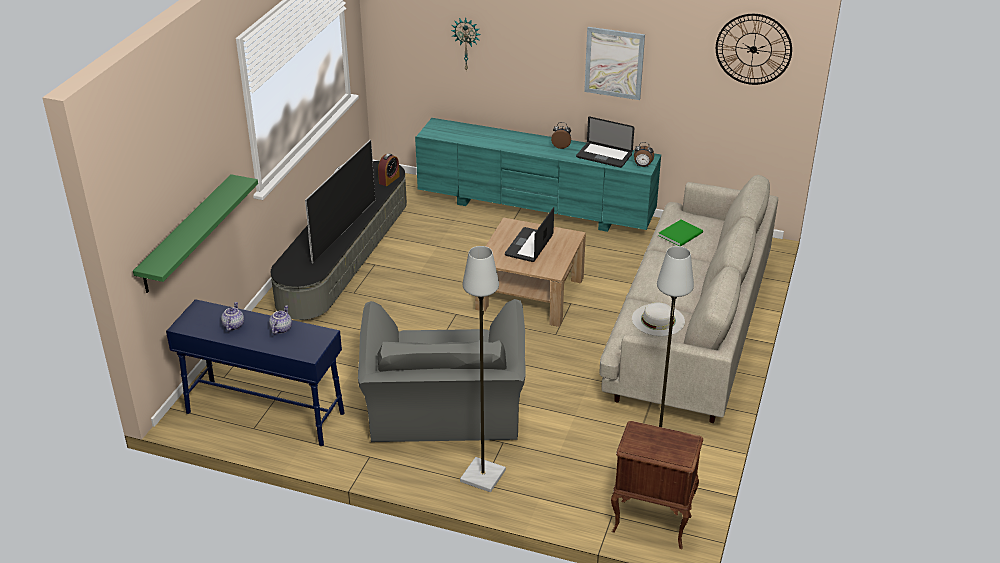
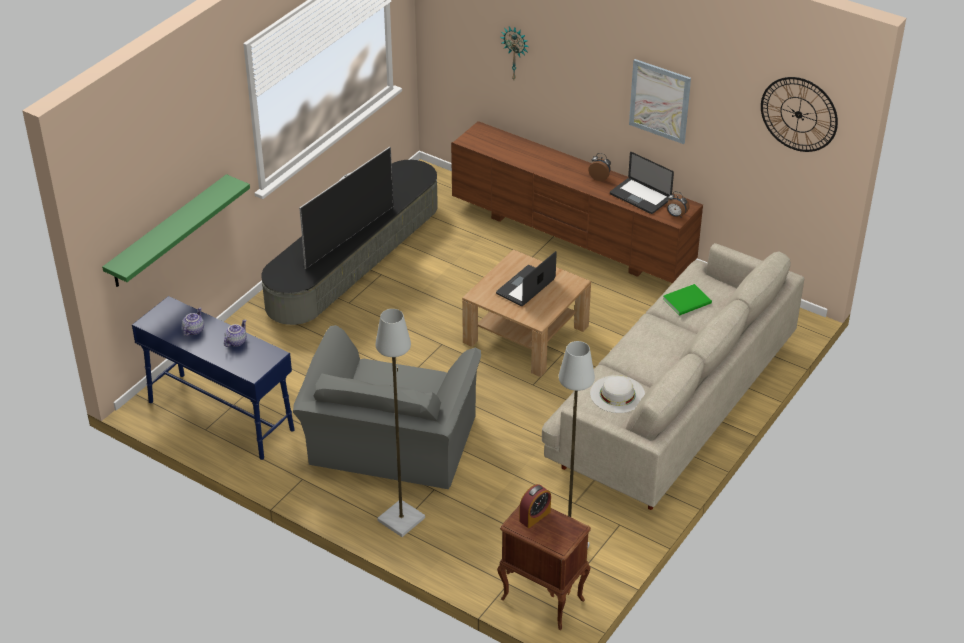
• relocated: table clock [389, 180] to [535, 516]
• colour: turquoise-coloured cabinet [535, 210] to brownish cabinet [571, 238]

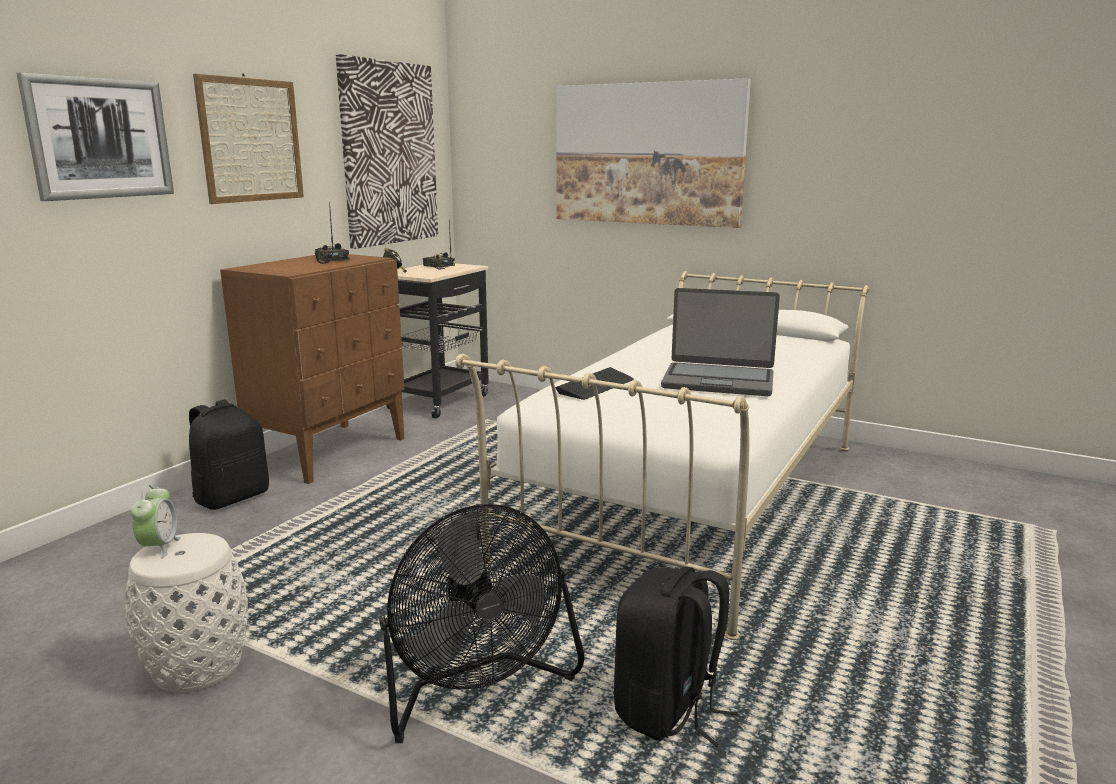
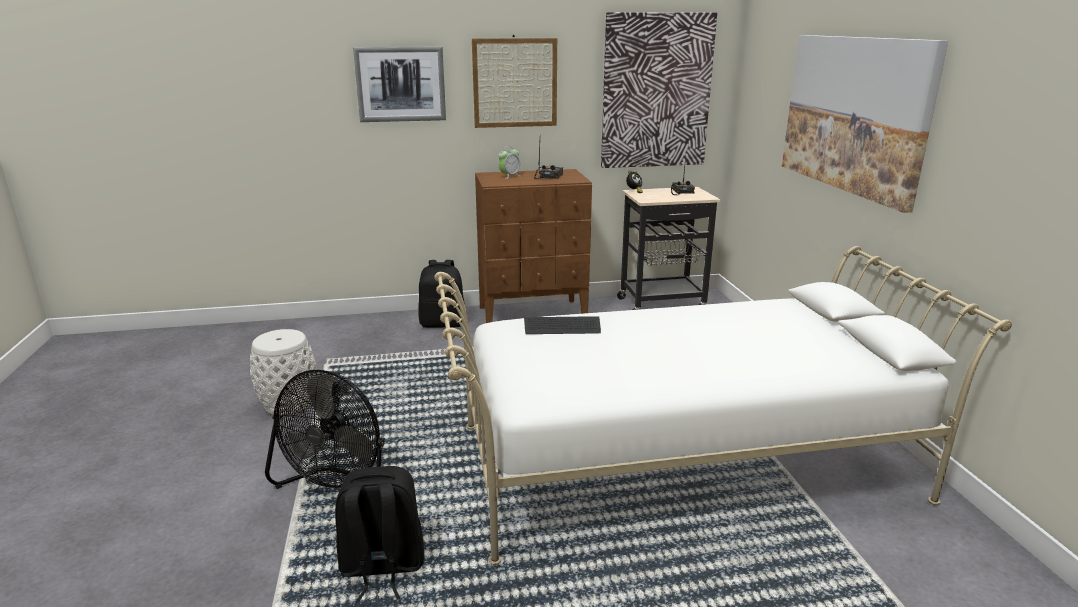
• relocated: table clock [159, 547] to [509, 176]
• missing: portable computer [718, 381]

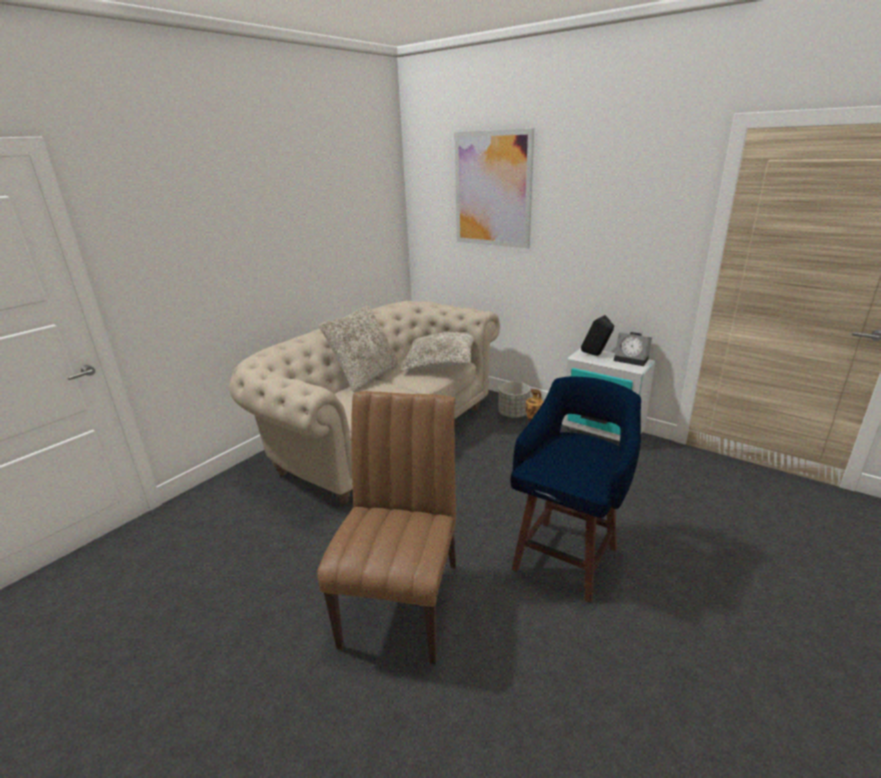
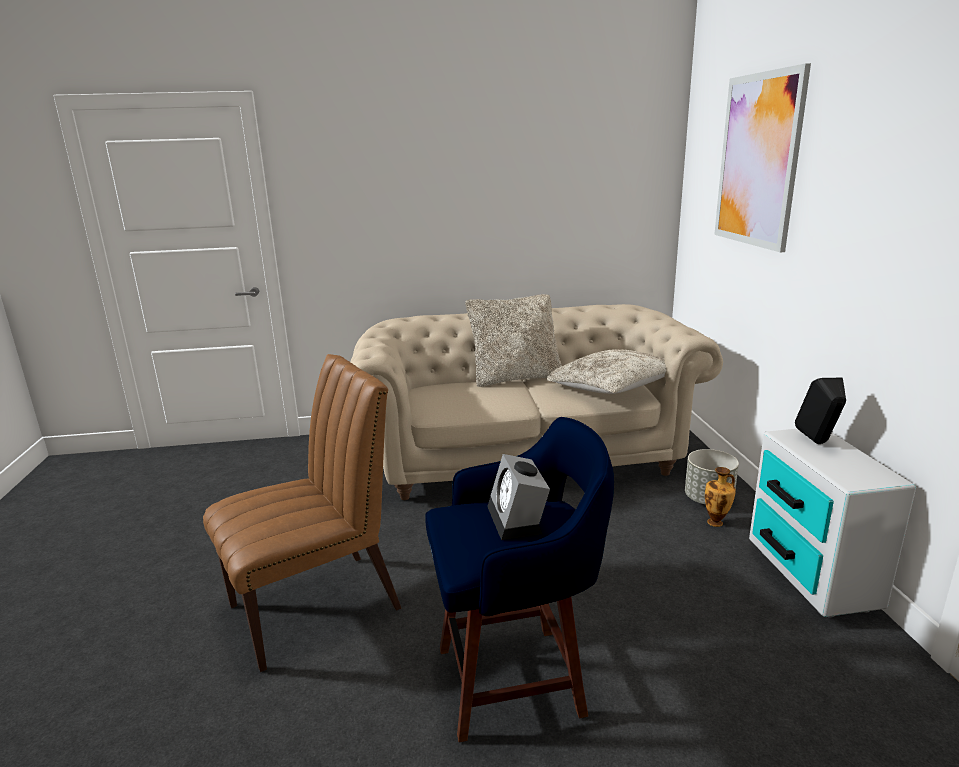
• relocated: table clock [632, 359] to [518, 520]

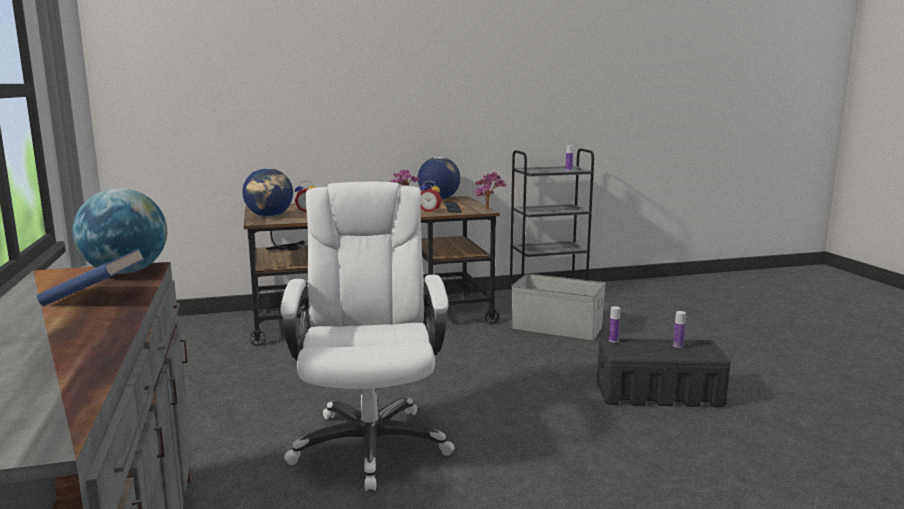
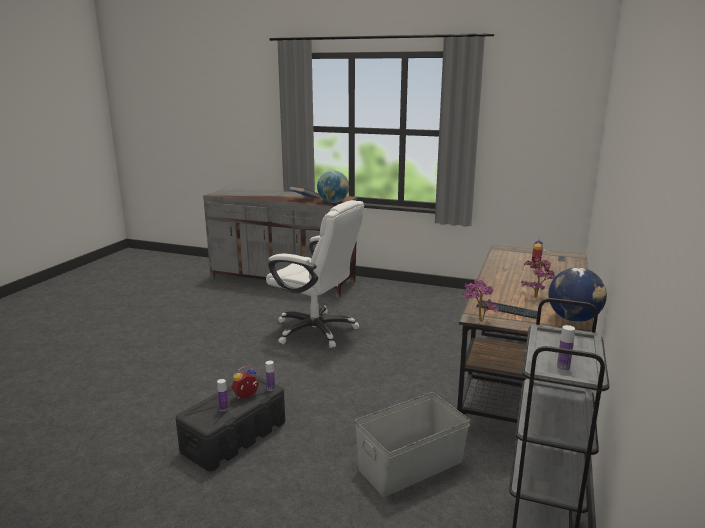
• missing: world globe [269, 216]
• relocated: table clock [430, 211] to [246, 397]

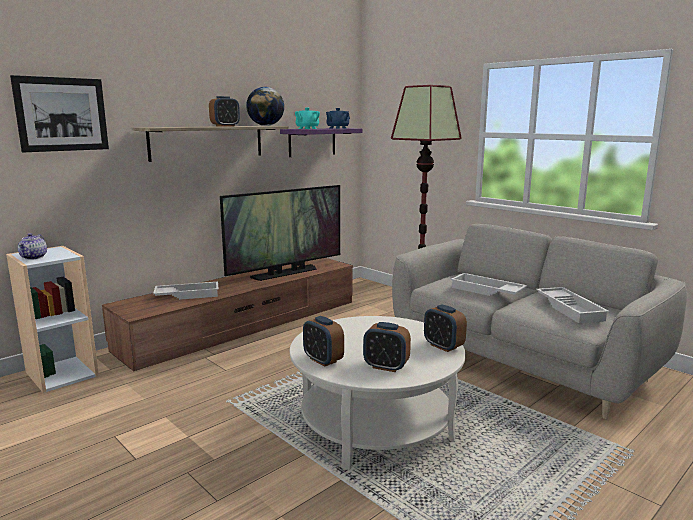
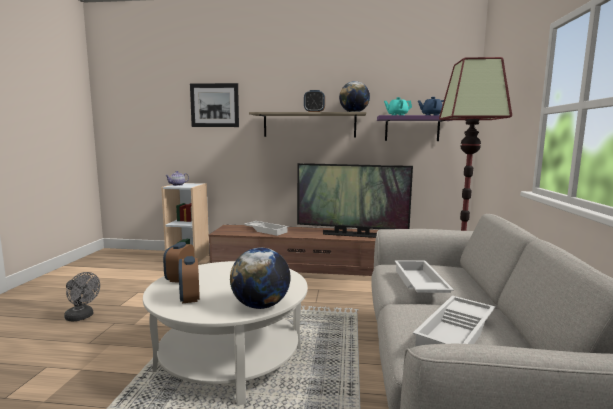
• exchanged: table clock [443, 346] to world globe [260, 306]
• appeared: grey cooling fan [82, 317]

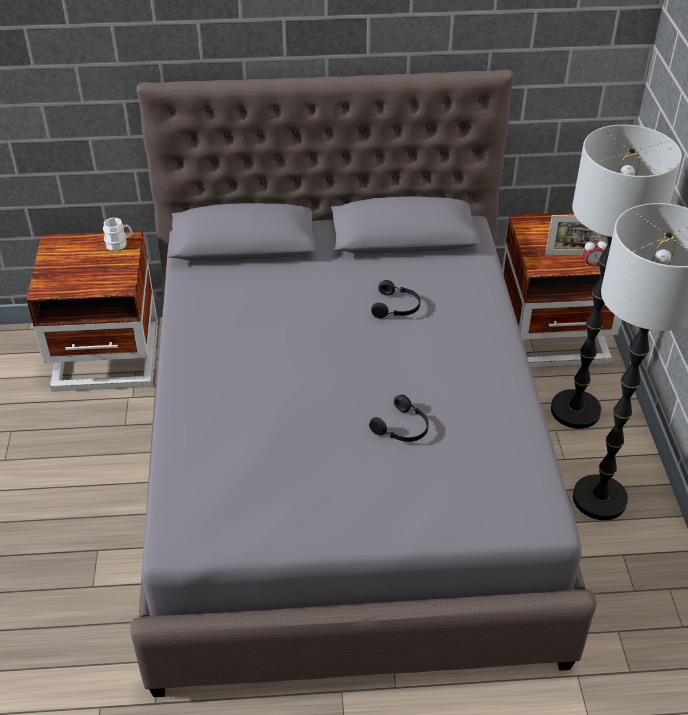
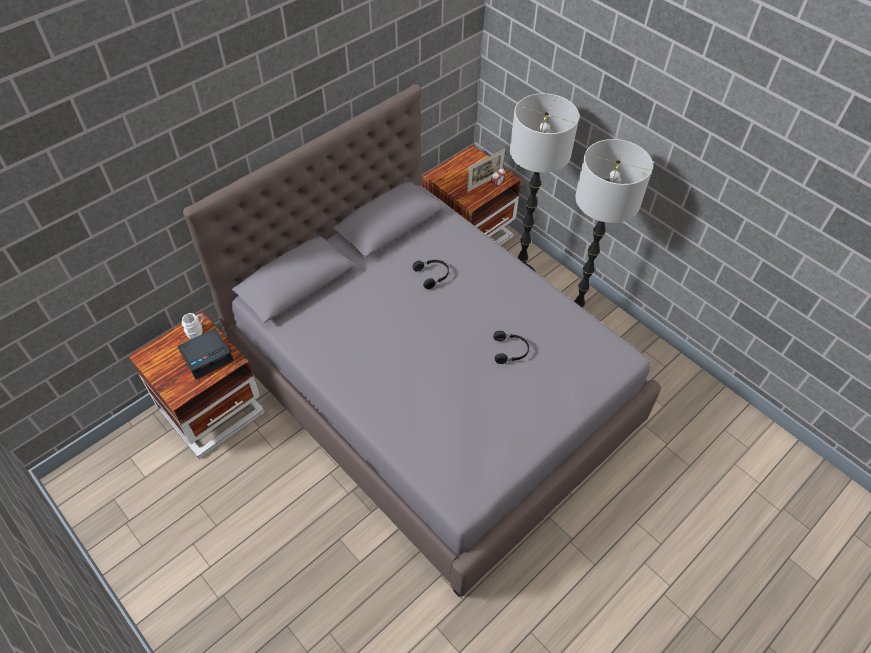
• appeared: table clock [207, 356]

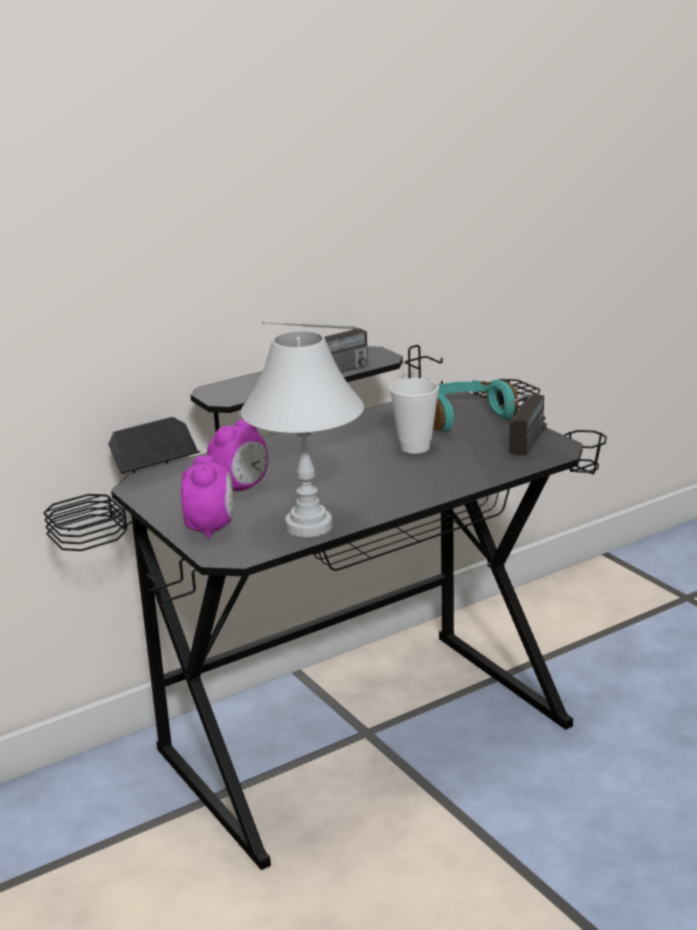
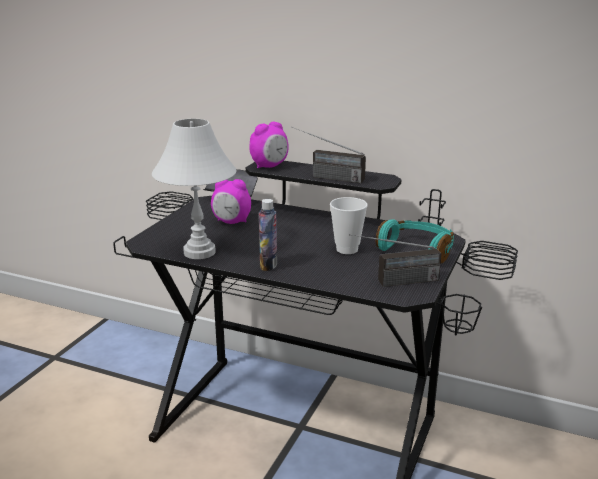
• relocated: table clock [210, 528] to [269, 166]
• appeared: drink bottle [268, 265]

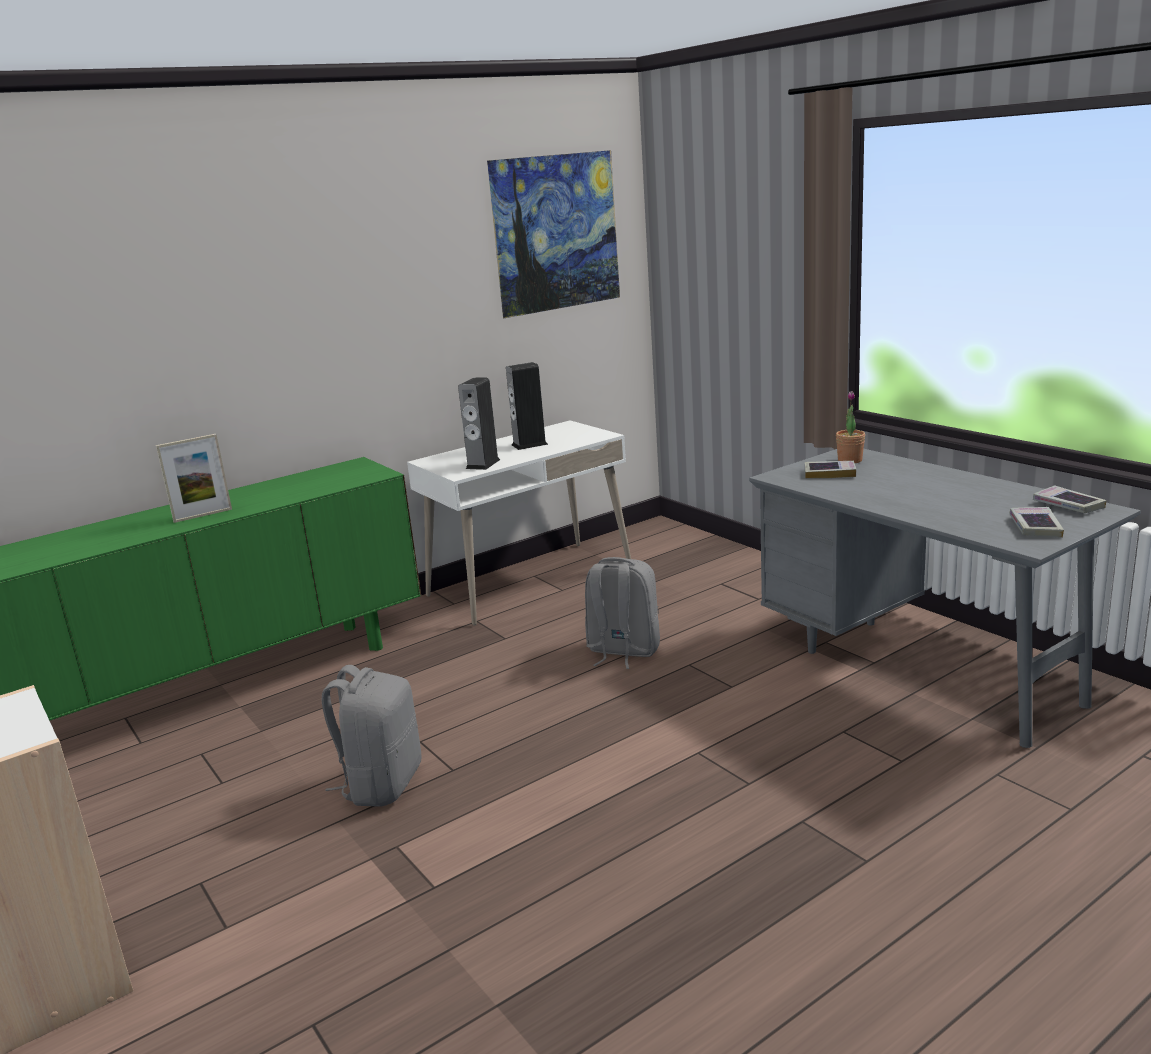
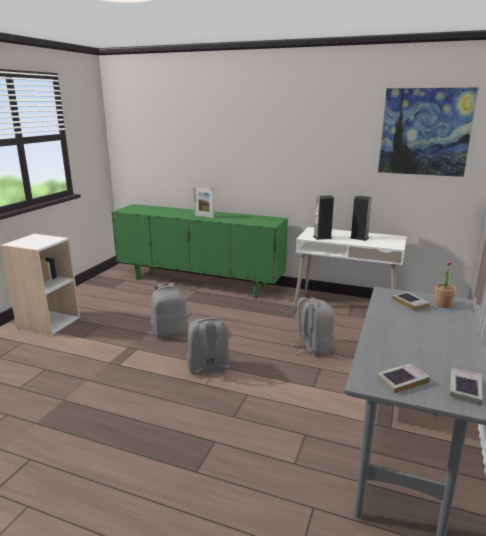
• appeared: grey rucksack [208, 370]

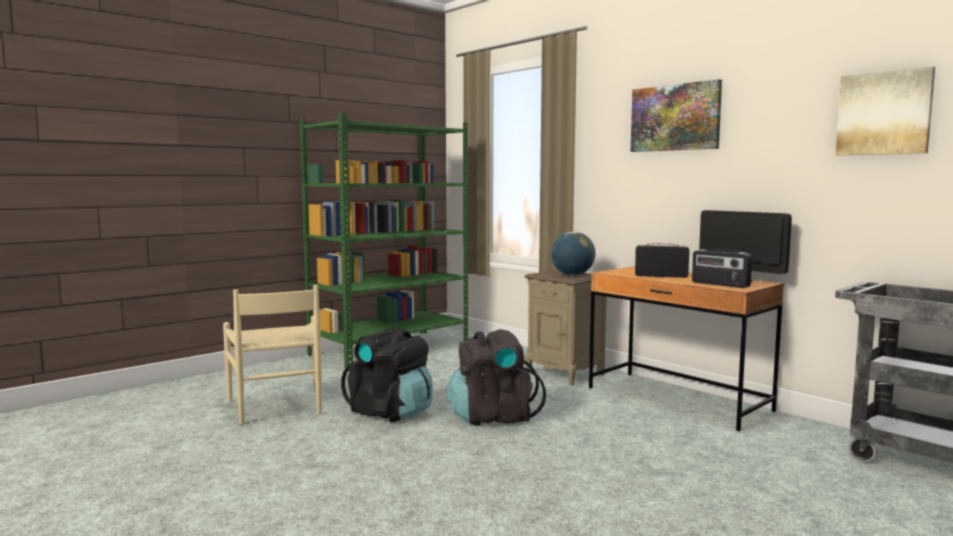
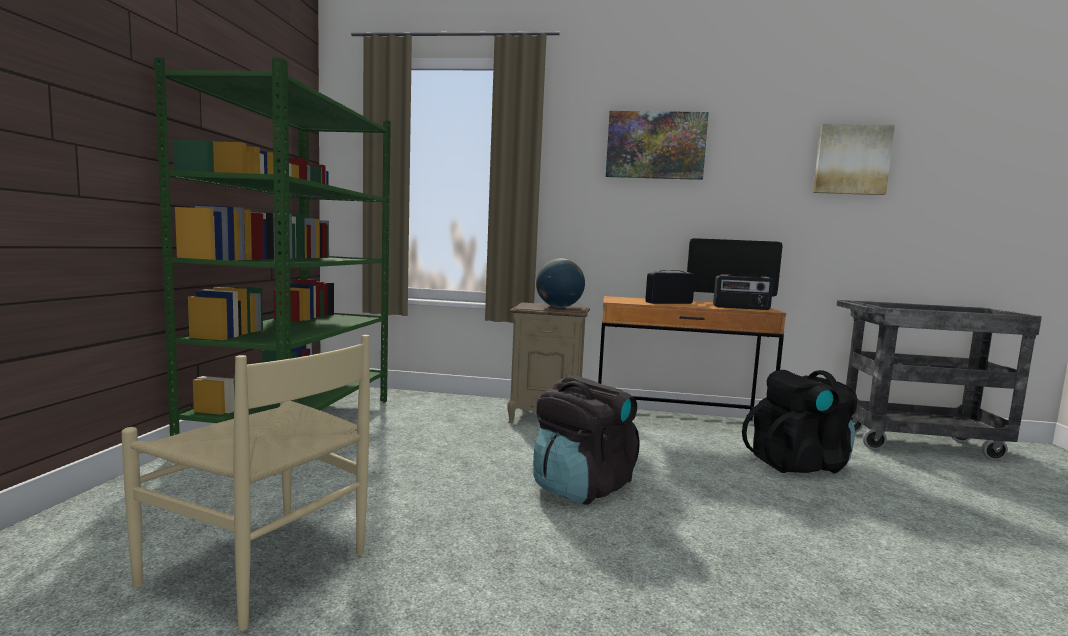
• relocated: black-coloured rucksack [391, 412] to [799, 463]

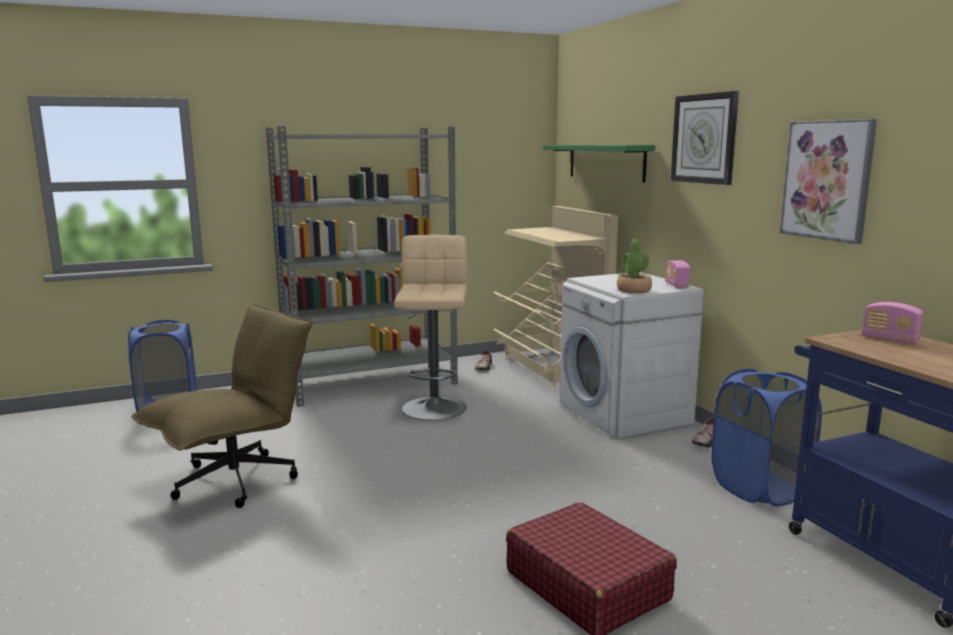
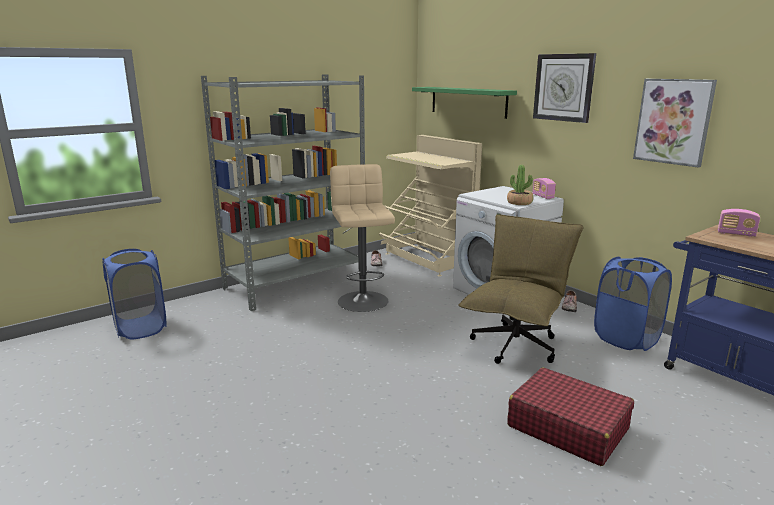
• relocated: beige-coloured desk chair [233, 481] to [514, 346]

